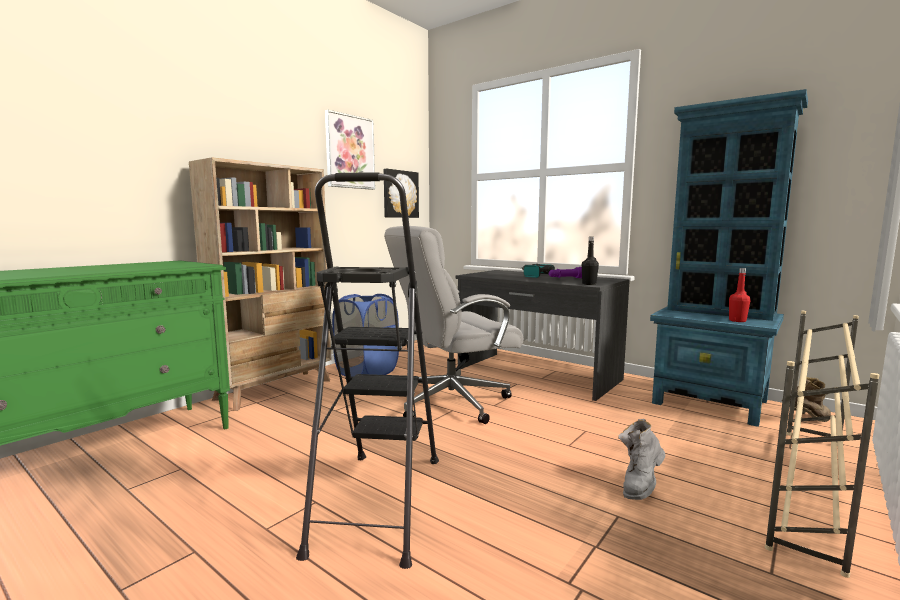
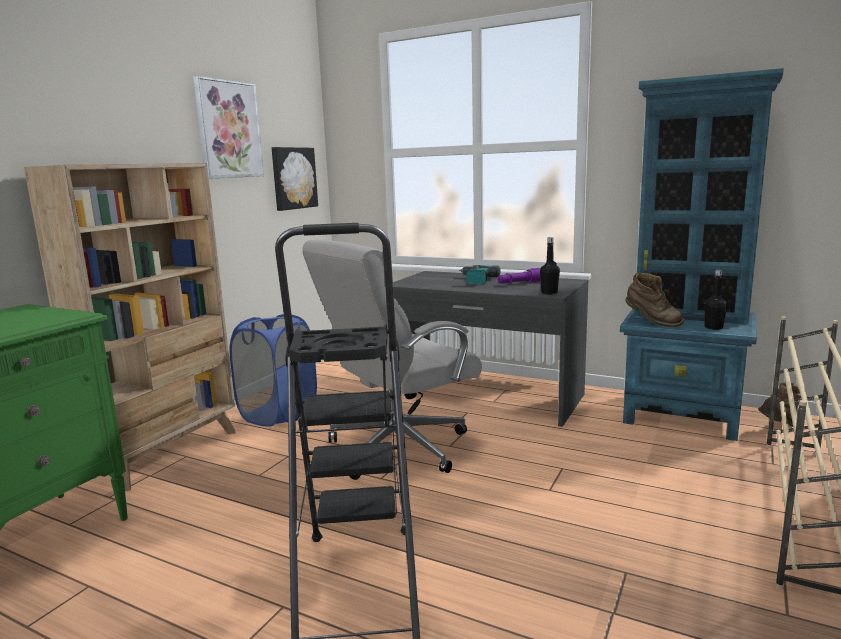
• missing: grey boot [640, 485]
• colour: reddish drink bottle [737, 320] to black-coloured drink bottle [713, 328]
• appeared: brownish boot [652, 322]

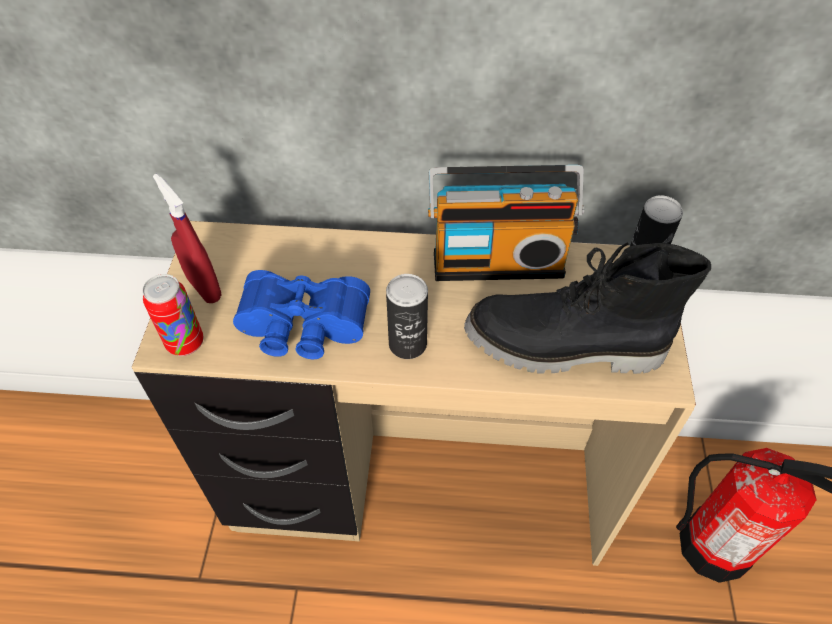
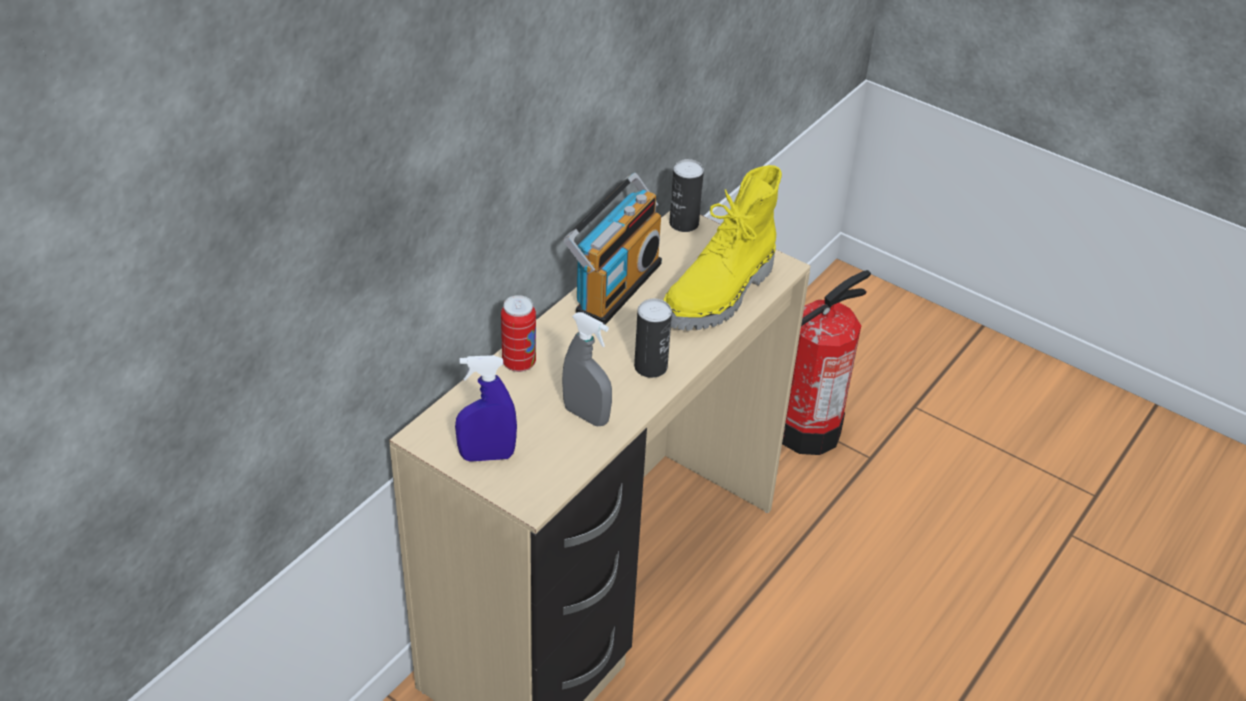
• relocated: metal can [185, 343] to [519, 363]
• colour: reddish sprayer [204, 288] to blue-coloured sprayer [487, 456]
• exchanged: blue-coloured binoculars [303, 329] to grey sprayer [586, 415]
• colour: black-coloured boot [563, 348] to yellow-coloured boot [720, 296]

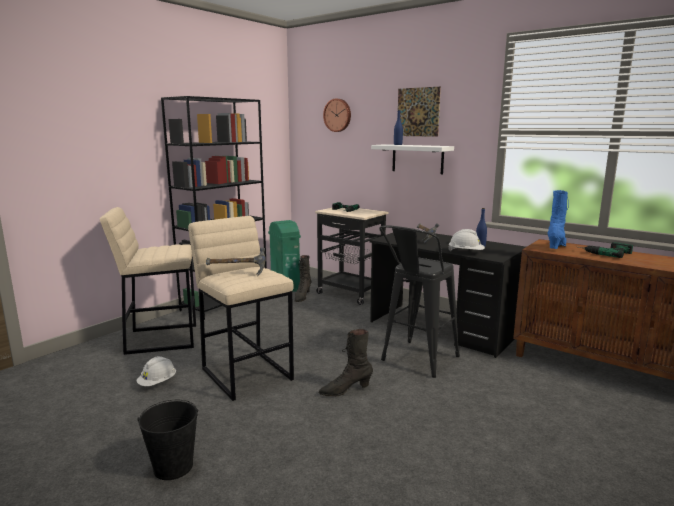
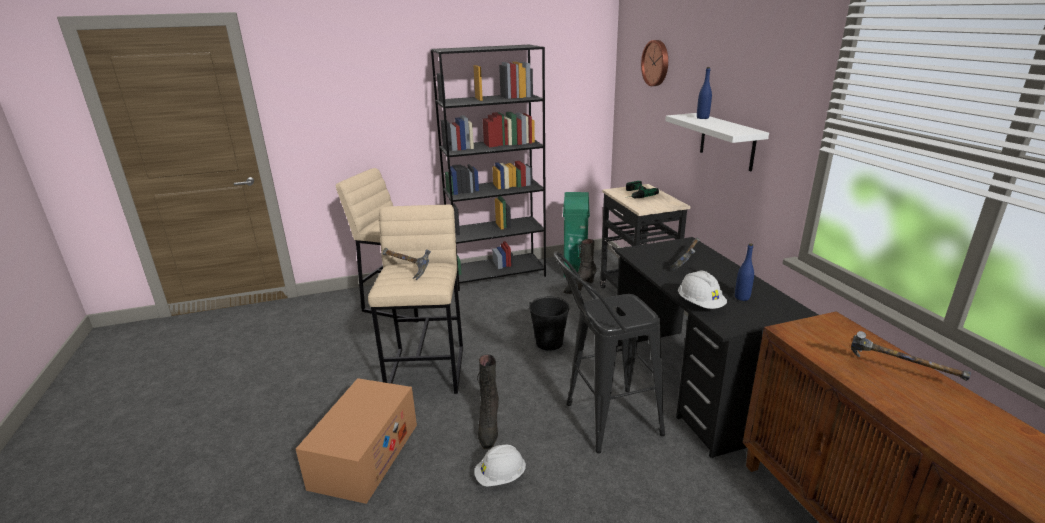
• relocated: whitish safety helmet [158, 383] to [500, 477]
• relocated: black-coloured water bucket [173, 467] to [549, 343]
• spun: black-coloured boot [345, 390] = [488, 428] 105 degrees counterclockwise
• missing: wall picture [418, 112]
• missing: blue-coloured boot [556, 247]
• exchanged: drill [603, 252] to hammer [898, 374]
• appeared: carton [365, 455]

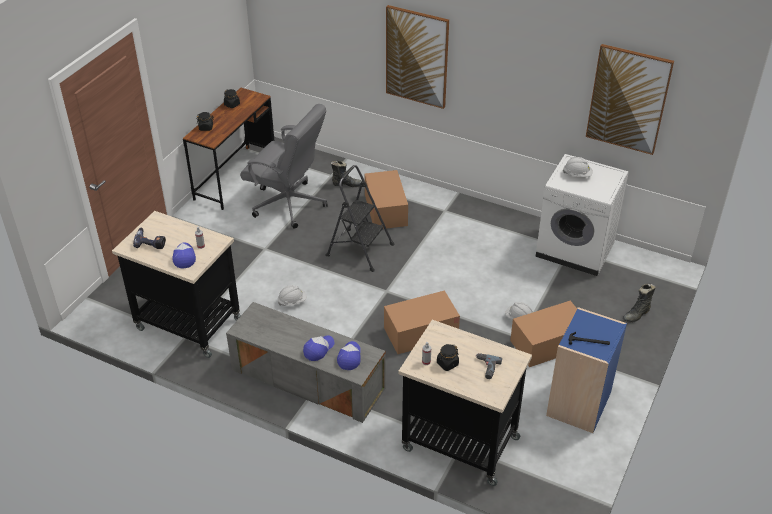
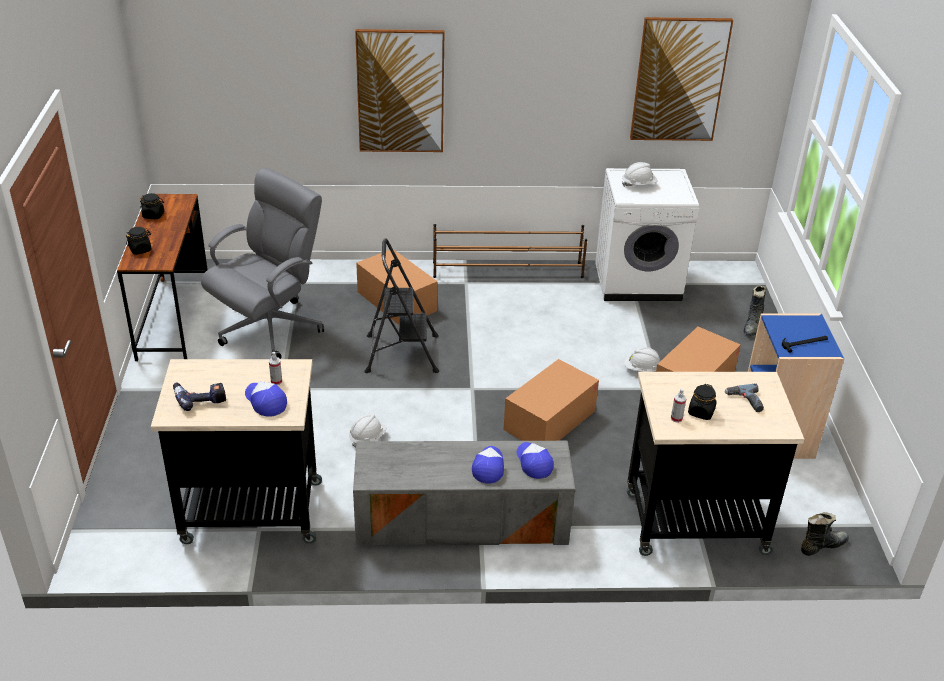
• spun: grey desk chair [288, 204] = [269, 329] 45 degrees counterclockwise
• relocated: black-coloured boot [347, 184] to [822, 546]
• appeared: brownish shoe rack [508, 270]

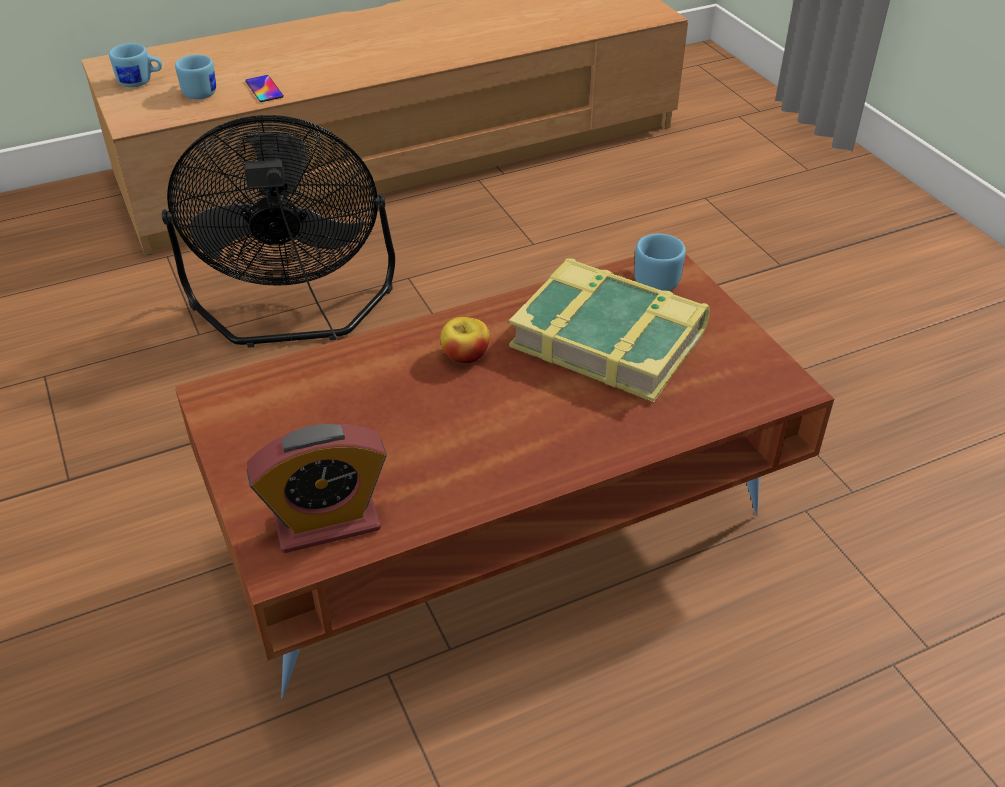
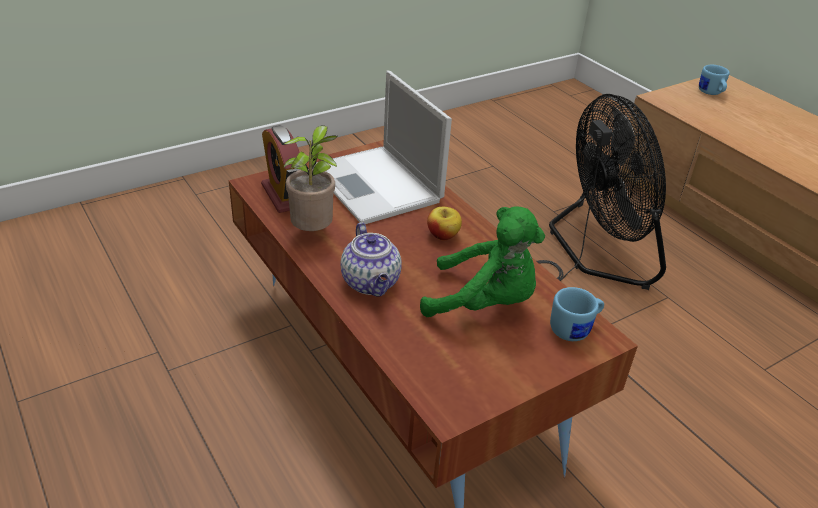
• missing: blue-coloured coffee mug [201, 91]
• missing: phone [264, 89]
• exchanged: bound book [609, 338] to greenish soft toy [484, 303]
• appeared: houseplant [314, 232]
• appeared: portable computer [377, 186]
• appeared: tea pot [371, 283]

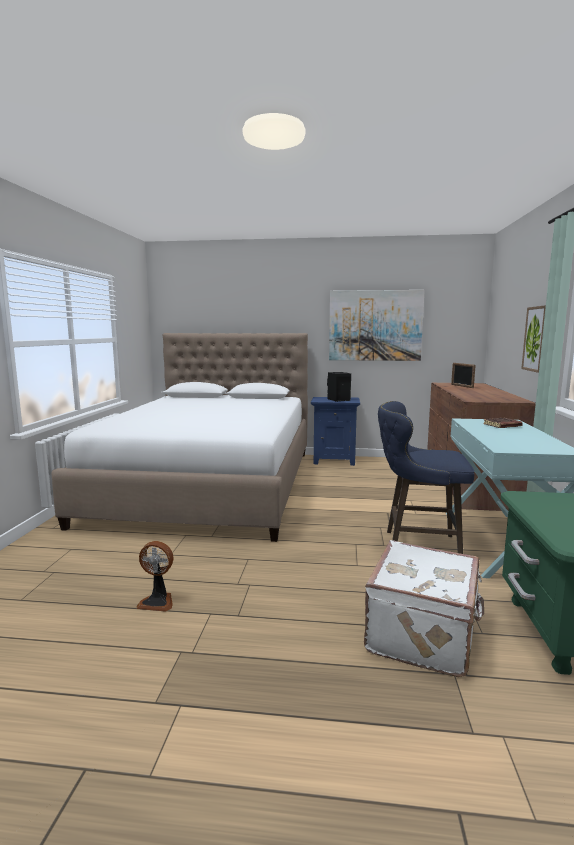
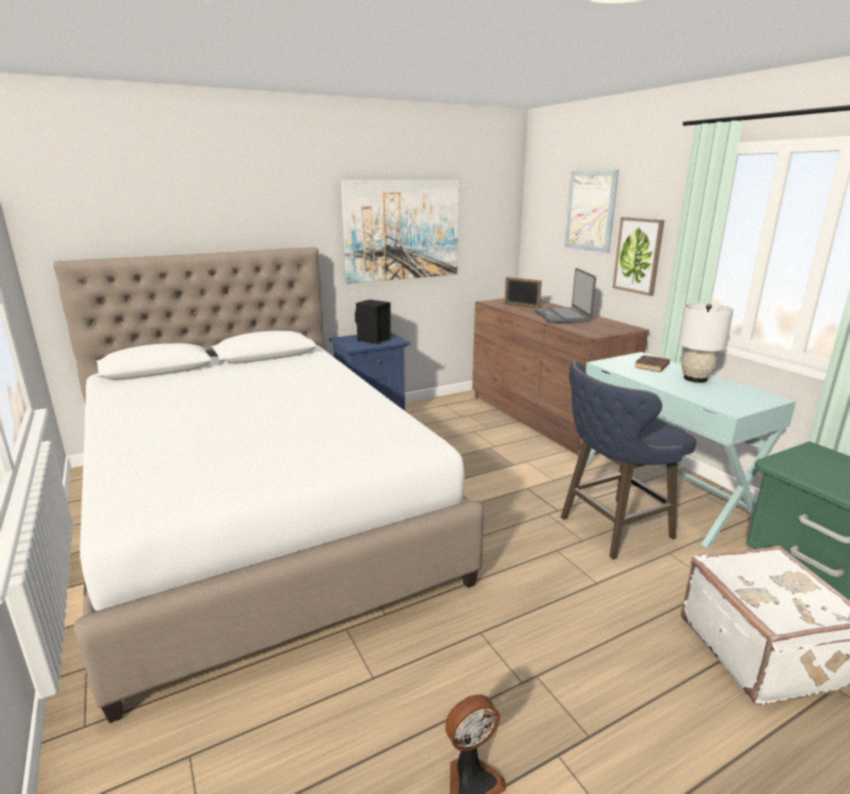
• appeared: portable computer [562, 316]
• appeared: wall picture [590, 211]
• appeared: whitish lamp for a table [695, 378]

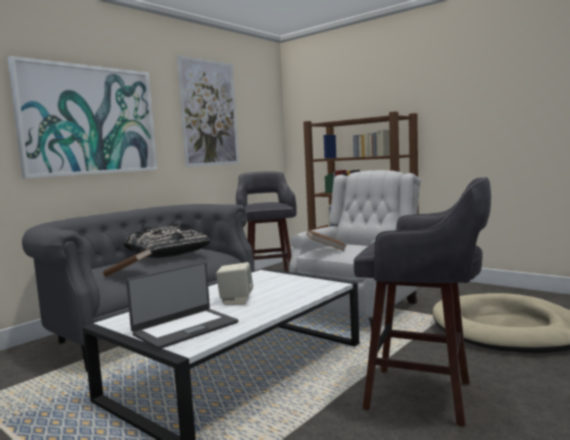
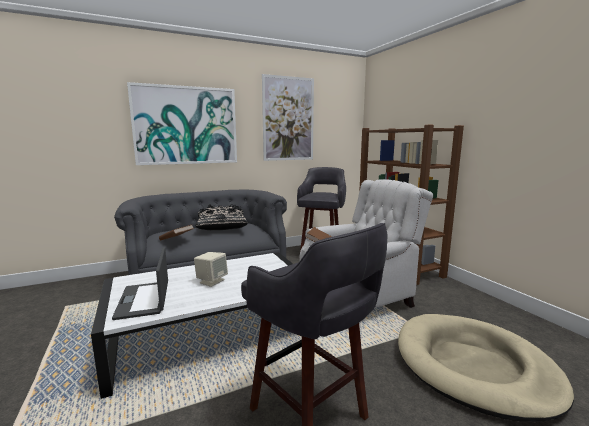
• spun: portable computer [185, 328] = [144, 299] 90 degrees clockwise

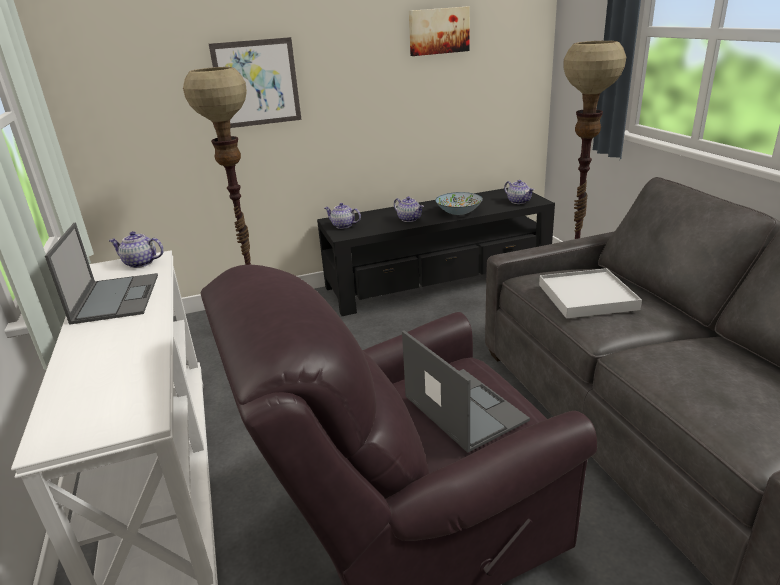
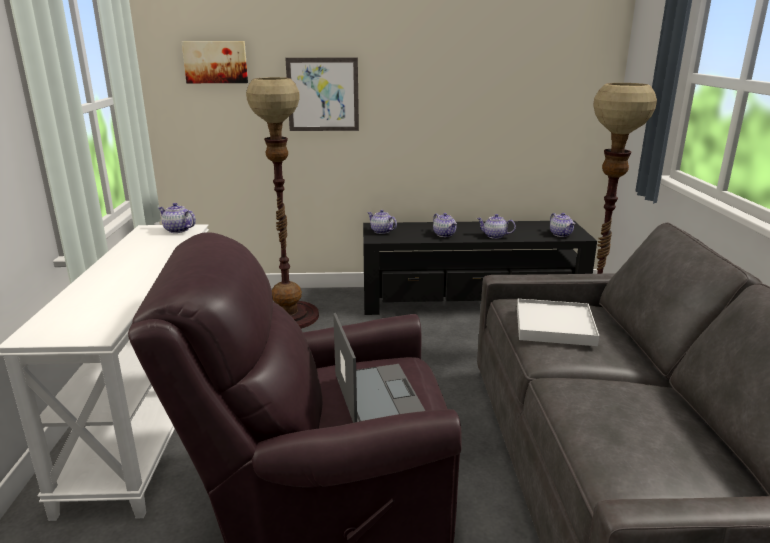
• missing: portable computer [116, 298]
• relocated: wall picture [438, 31] to [216, 62]
• exchanged: serving bowl [459, 213] to tea pot [494, 236]

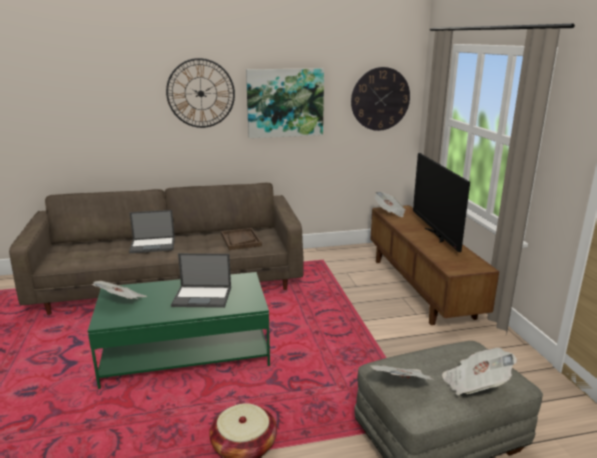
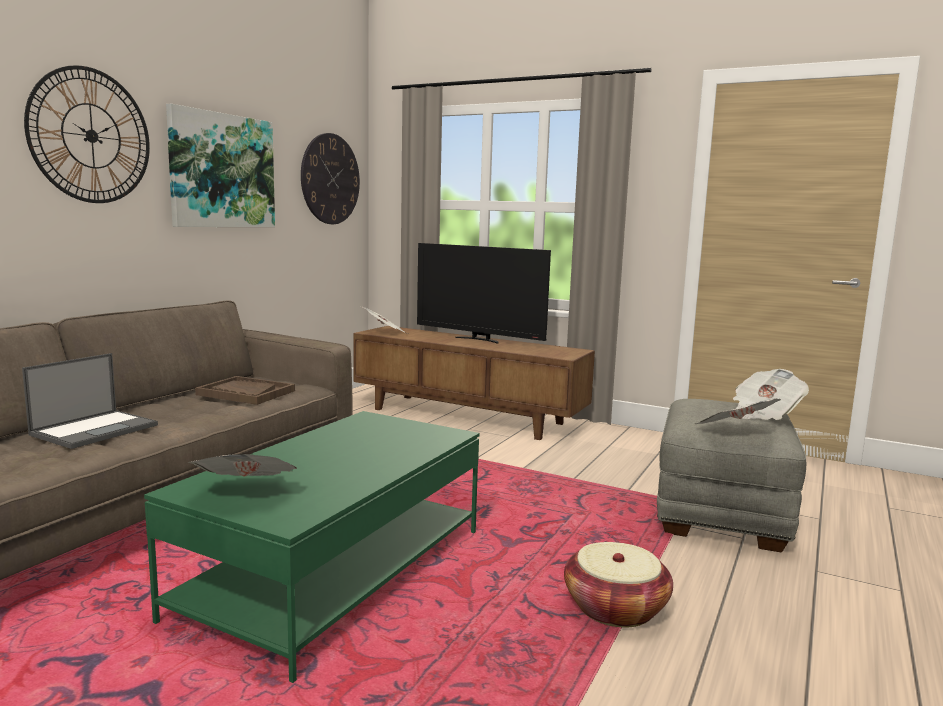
• missing: portable computer [203, 296]

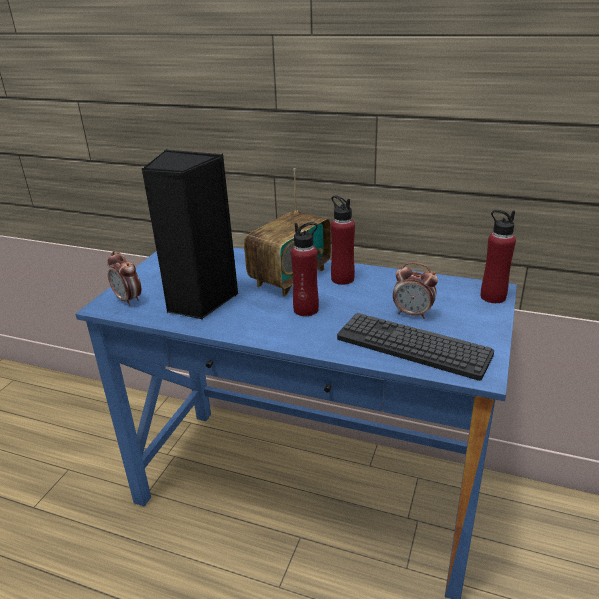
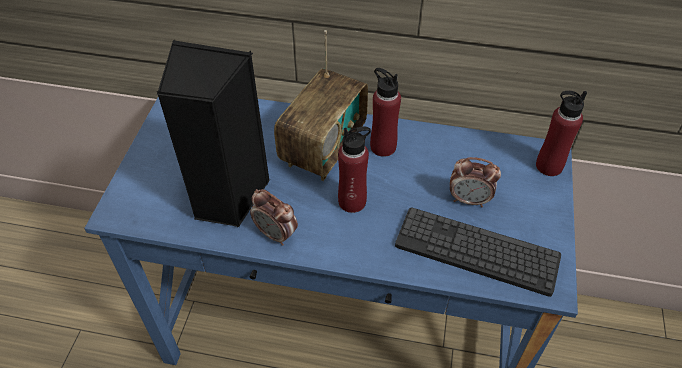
• relocated: table clock [128, 300] to [276, 234]

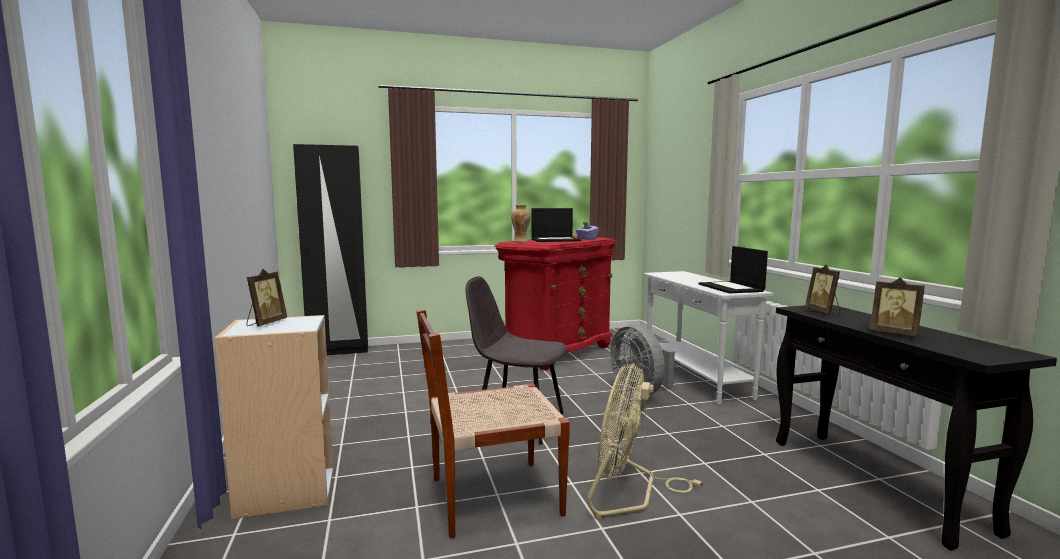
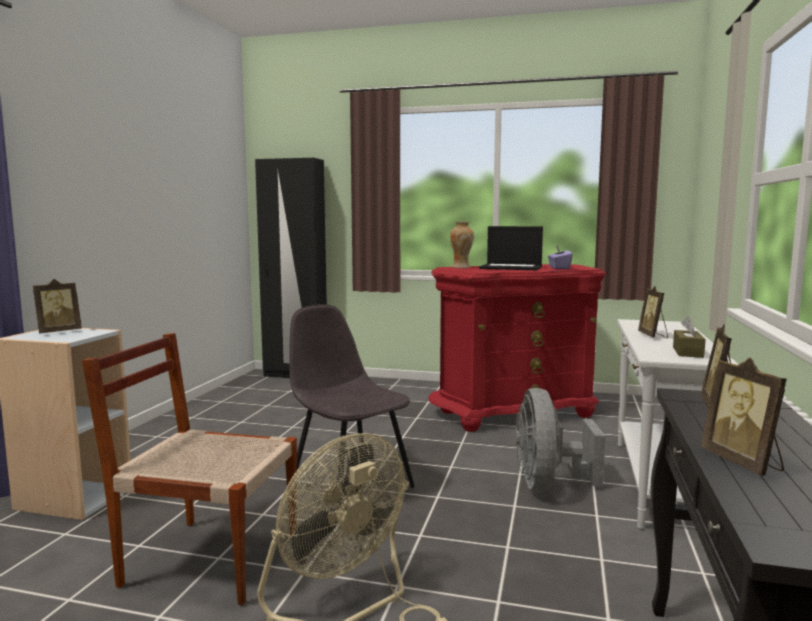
• exchanged: portable computer [731, 288] to brownish tissue holder [687, 352]
• appeared: picture frame [653, 336]

